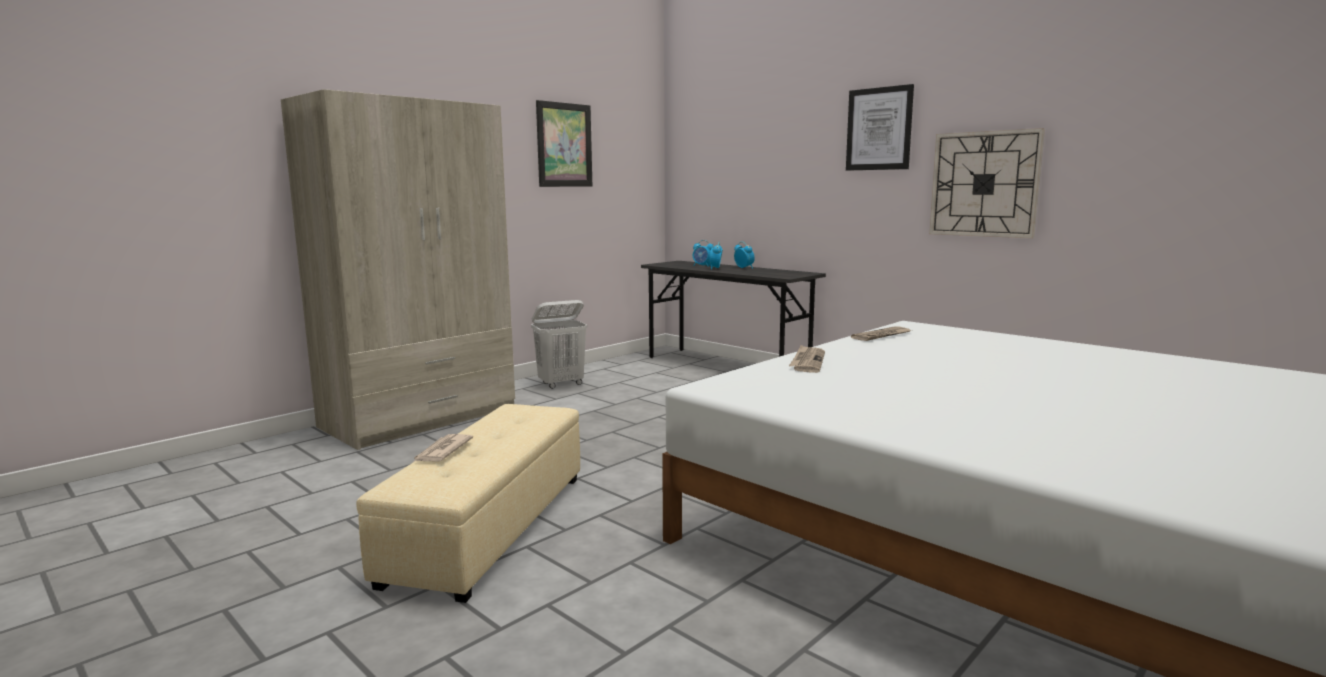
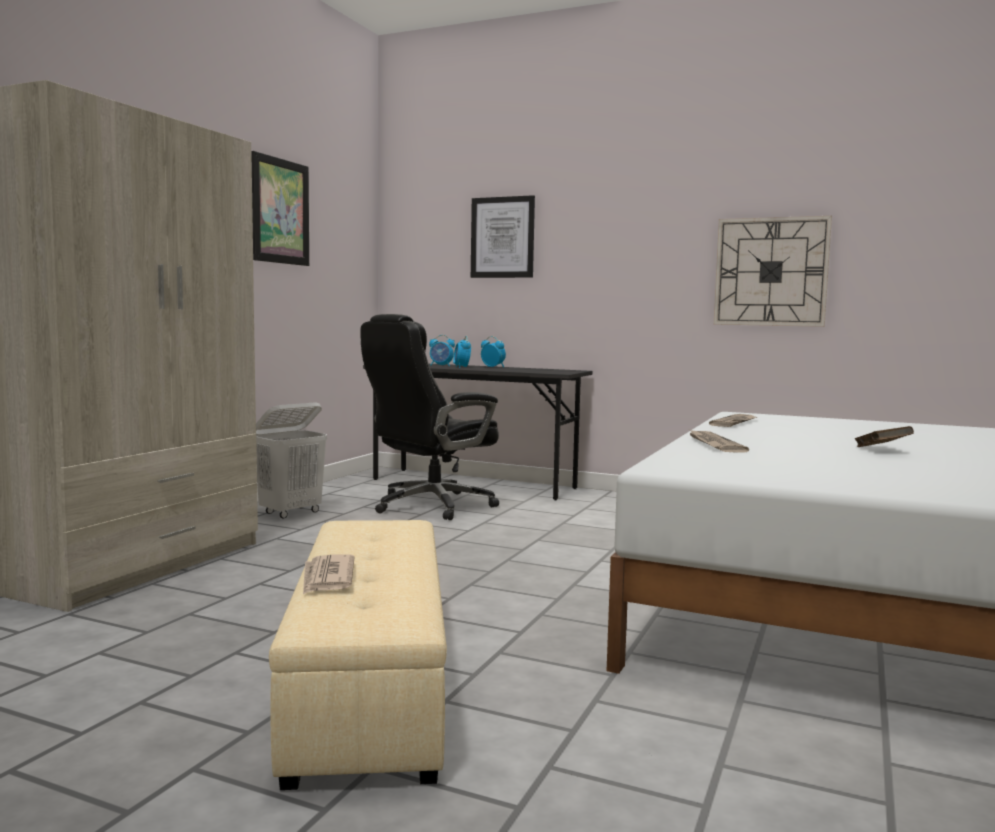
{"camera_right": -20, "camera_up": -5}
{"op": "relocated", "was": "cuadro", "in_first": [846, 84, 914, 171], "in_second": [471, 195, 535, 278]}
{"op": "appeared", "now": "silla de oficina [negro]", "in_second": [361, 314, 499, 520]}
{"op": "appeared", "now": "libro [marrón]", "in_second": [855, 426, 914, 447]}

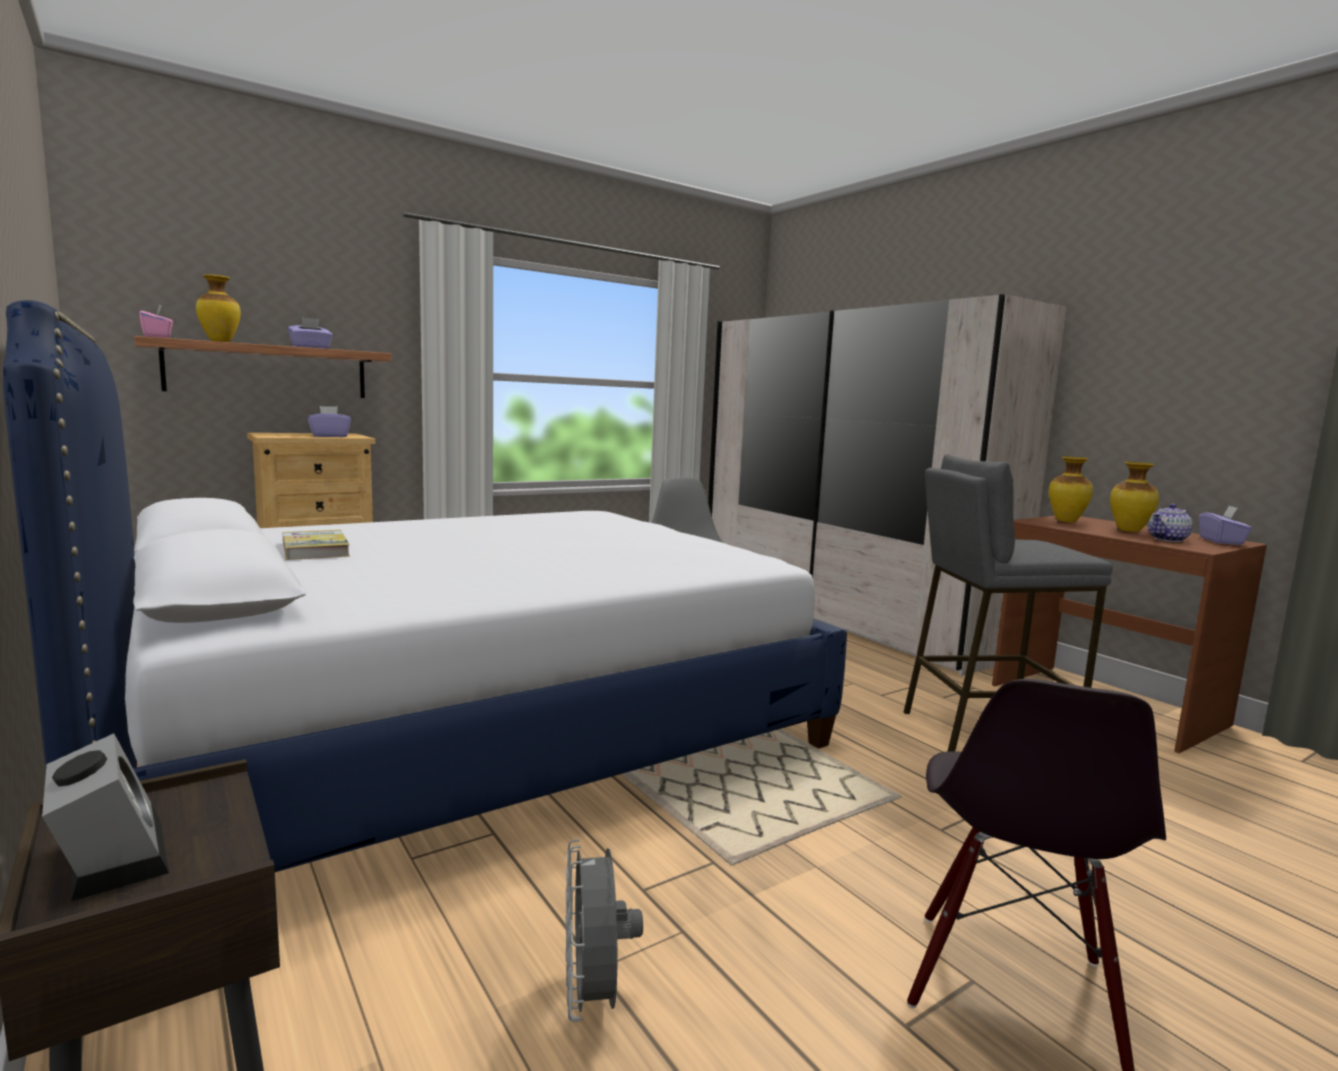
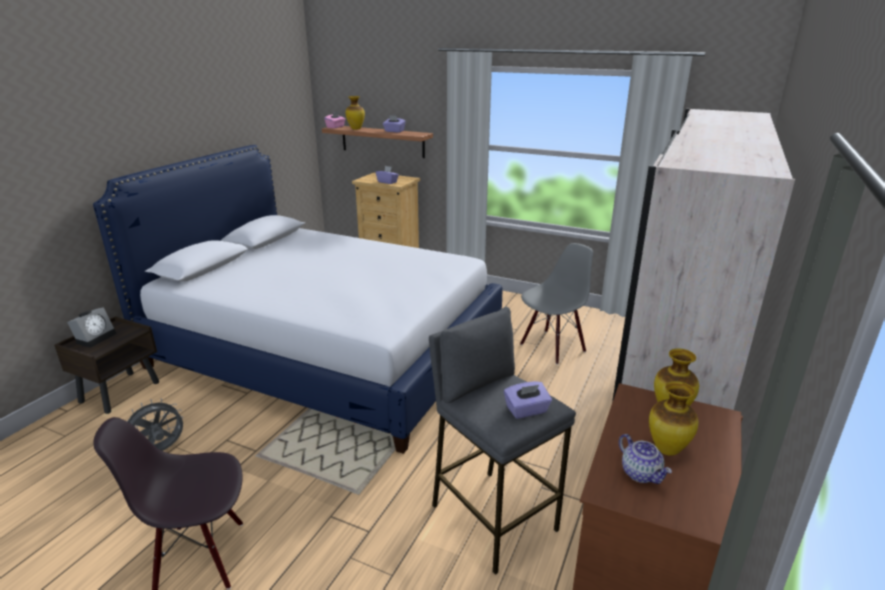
{"camera_right": 60, "camera_up": 15}
{"op": "spun", "was": "tetera", "in_first": [1148, 504, 1193, 542], "in_second": [619, 434, 672, 484], "clockwise": -150}
{"op": "relocated", "was": "caja de pañuelos [morado]", "in_first": [1199, 506, 1252, 545], "in_second": [504, 381, 552, 419]}
{"op": "missing", "was": "libro", "in_first": [282, 530, 350, 560]}

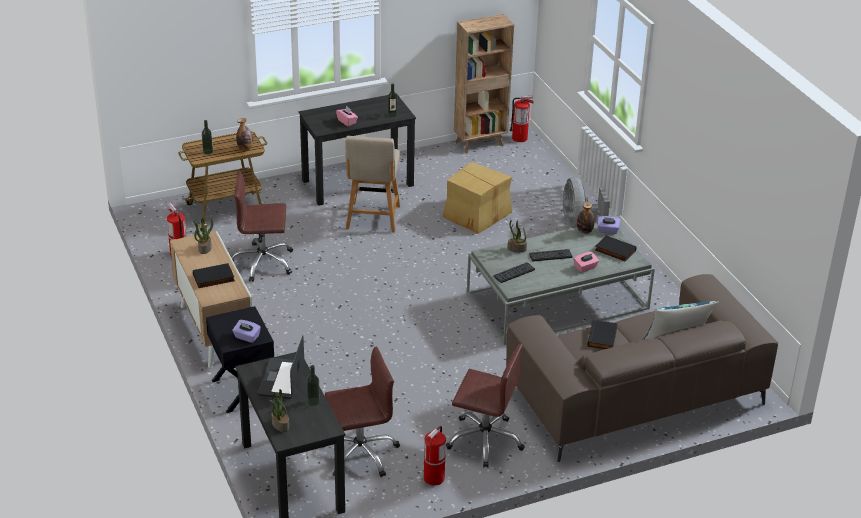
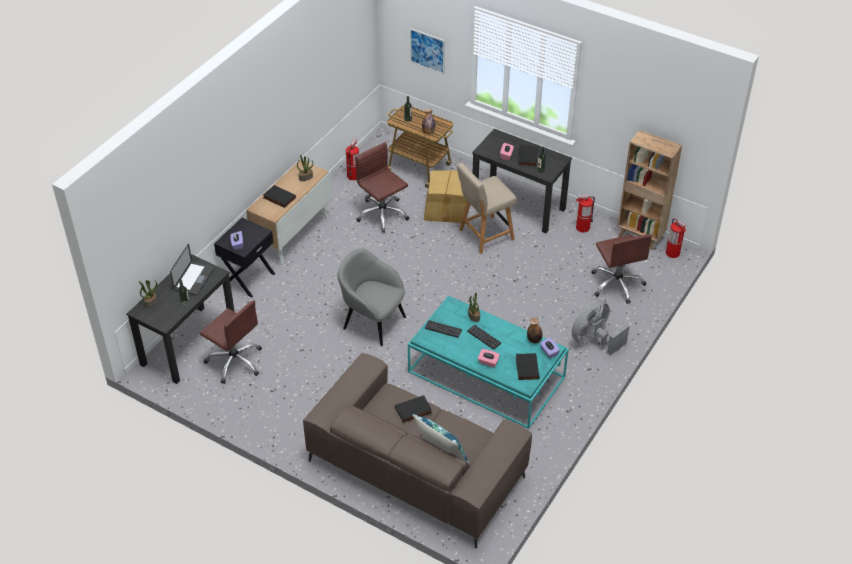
{"camera_right": 55, "camera_up": 10}
{"op": "relocated", "was": "caja de cartón", "in_first": [442, 162, 512, 234], "in_second": [424, 170, 467, 223]}
{"op": "colour", "was": "mesa de centro [gris]", "now": "mesa de centro [turquesa]", "in_first": [467, 223, 655, 345], "in_second": [408, 296, 569, 429]}
{"op": "spun", "was": "portátil", "in_first": [258, 335, 304, 399], "in_second": [170, 244, 214, 296], "clockwise": 135}
{"op": "relocated", "was": "silla de oficina [marrón]", "in_first": [446, 344, 525, 468], "in_second": [592, 234, 652, 304]}
{"op": "relocated", "was": "extintor", "in_first": [424, 426, 446, 486], "in_second": [576, 195, 595, 233]}
{"op": "appeared", "now": "cuadro", "in_second": [410, 28, 445, 74]}
{"op": "appeared", "now": "libro [negro]", "in_second": [518, 145, 537, 166]}
{"op": "appeared", "now": "sillón [gris]", "in_second": [338, 249, 406, 346]}

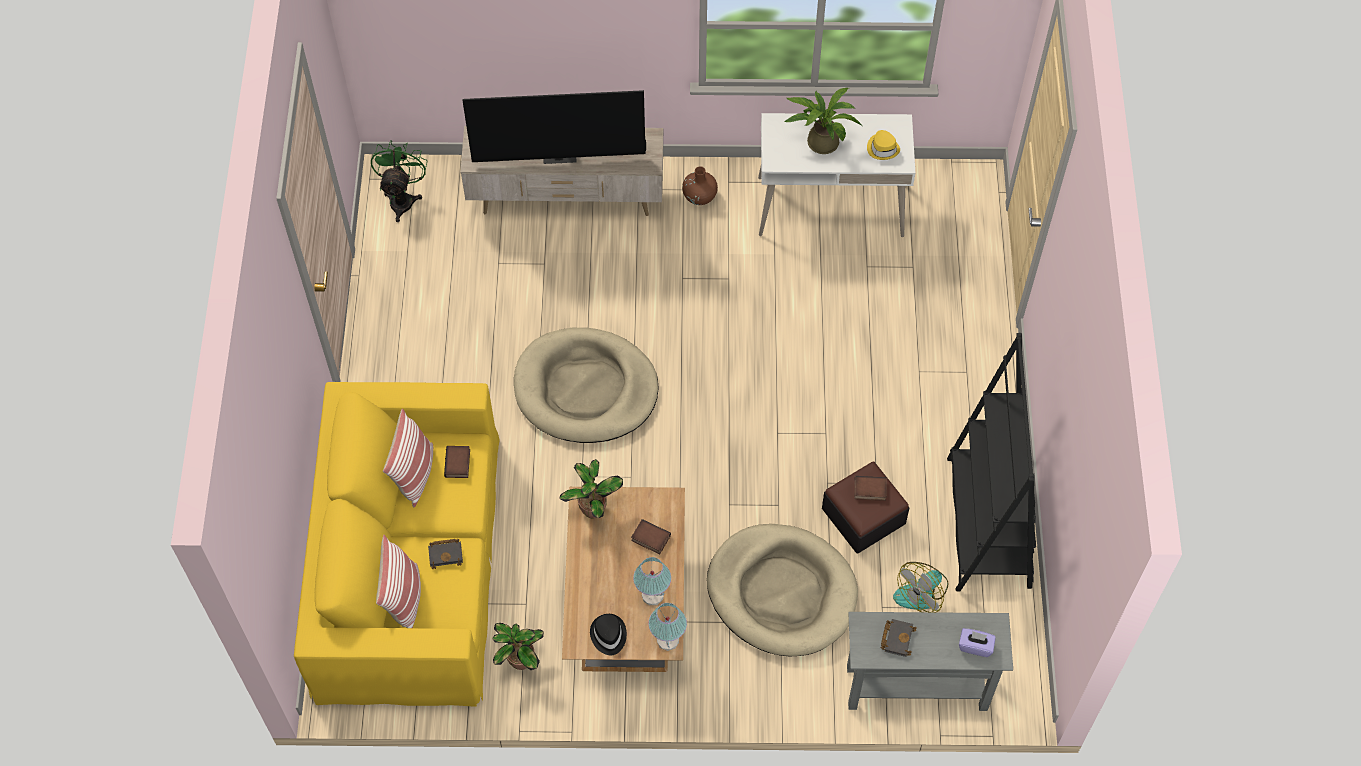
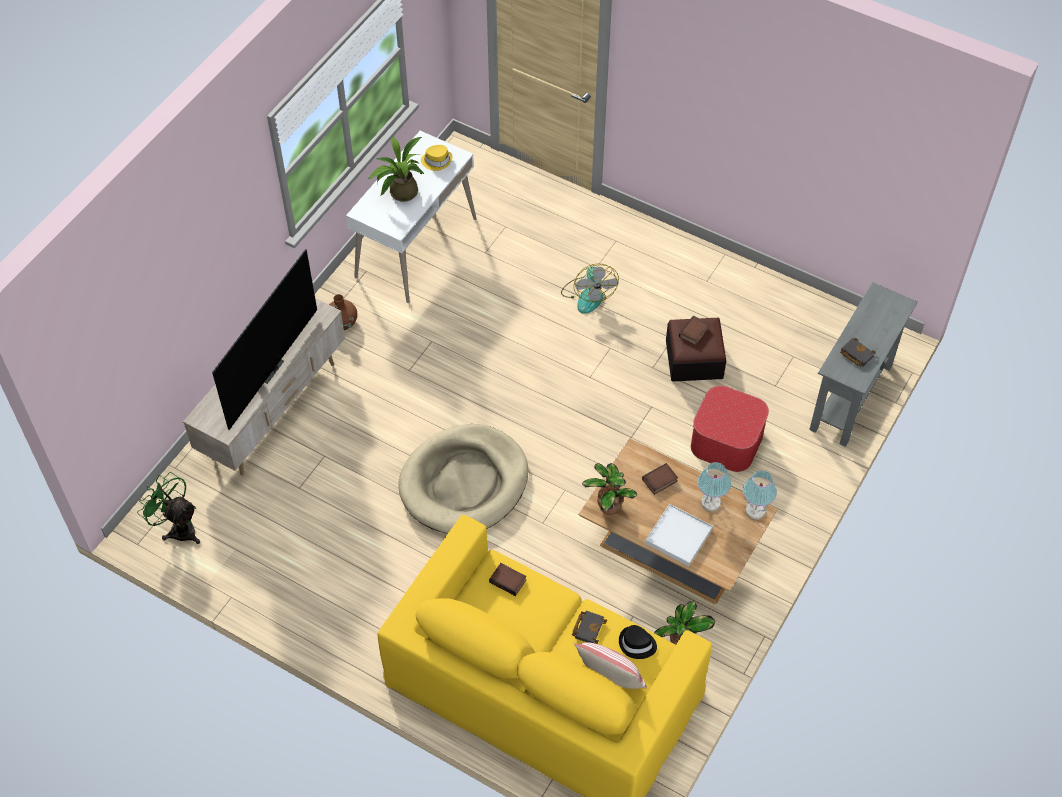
{"camera_right": -60, "camera_up": -5}
{"op": "missing", "was": "estantería [negro]", "in_first": [947, 333, 1036, 592]}
{"op": "missing", "was": "cojín", "in_first": [383, 409, 433, 507]}
{"op": "exchanged", "was": "cama para perro [beis]", "now": "puf", "in_first": [707, 524, 858, 656], "in_second": [691, 386, 769, 472]}
{"op": "relocated", "was": "ventilador", "in_first": [893, 562, 948, 612], "in_second": [561, 263, 619, 314]}
{"op": "relocated", "was": "sombrero [negro]", "in_first": [590, 614, 627, 655], "in_second": [619, 625, 657, 659]}
{"op": "missing", "was": "caja de pañuelos [morado]", "in_first": [959, 628, 996, 657]}
{"op": "appeared", "now": "bandeja [blanco]", "in_second": [645, 504, 713, 566]}

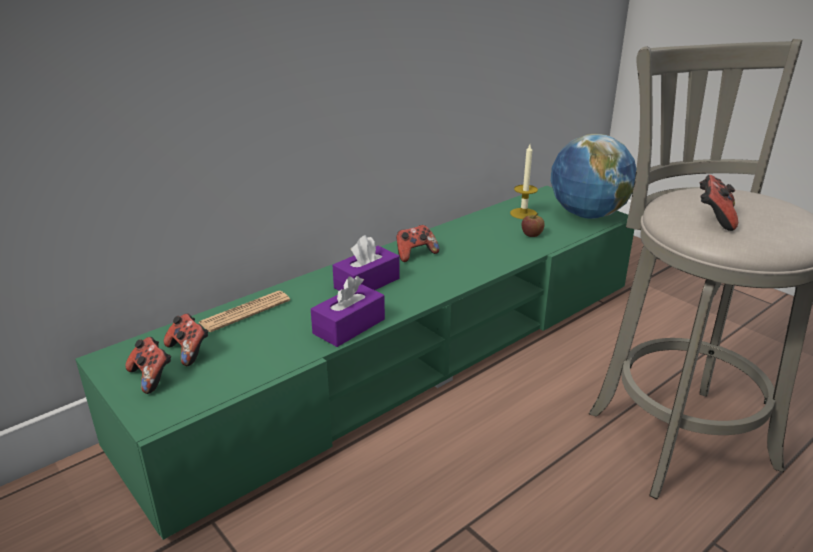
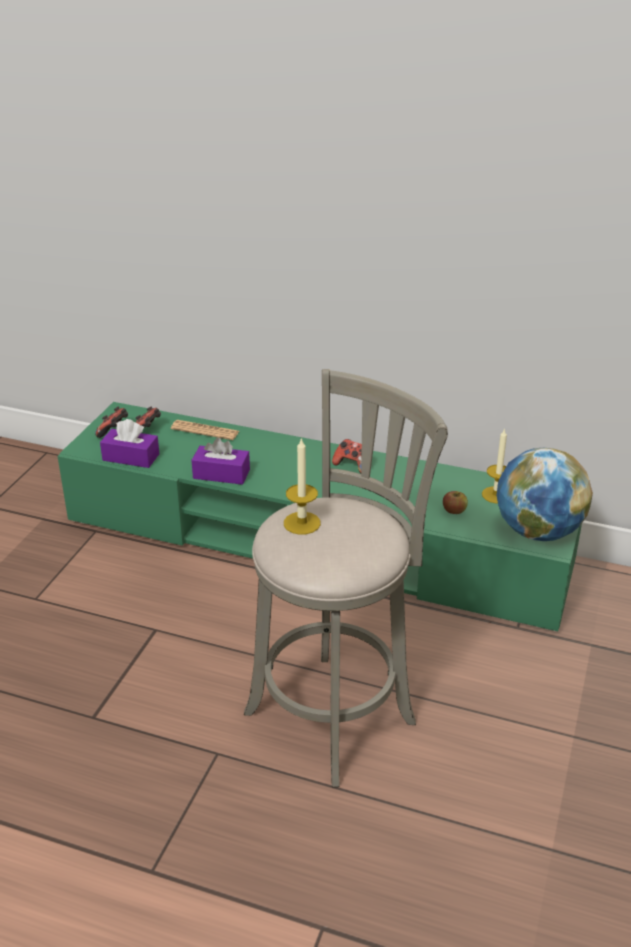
{"camera_right": 60, "camera_up": 5}
{"op": "exchanged", "was": "mando de consola", "now": "vela", "in_first": [700, 175, 738, 231], "in_second": [284, 437, 321, 535]}
{"op": "relocated", "was": "caja de pañuelos [morado]", "in_first": [333, 235, 400, 291], "in_second": [100, 419, 159, 468]}

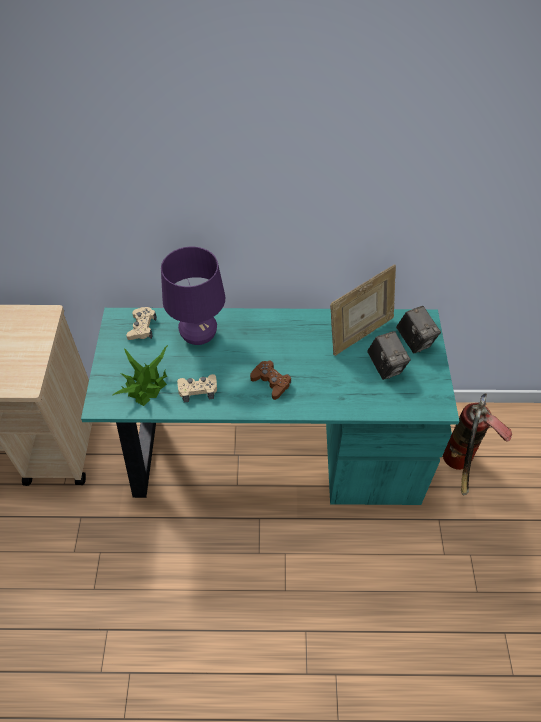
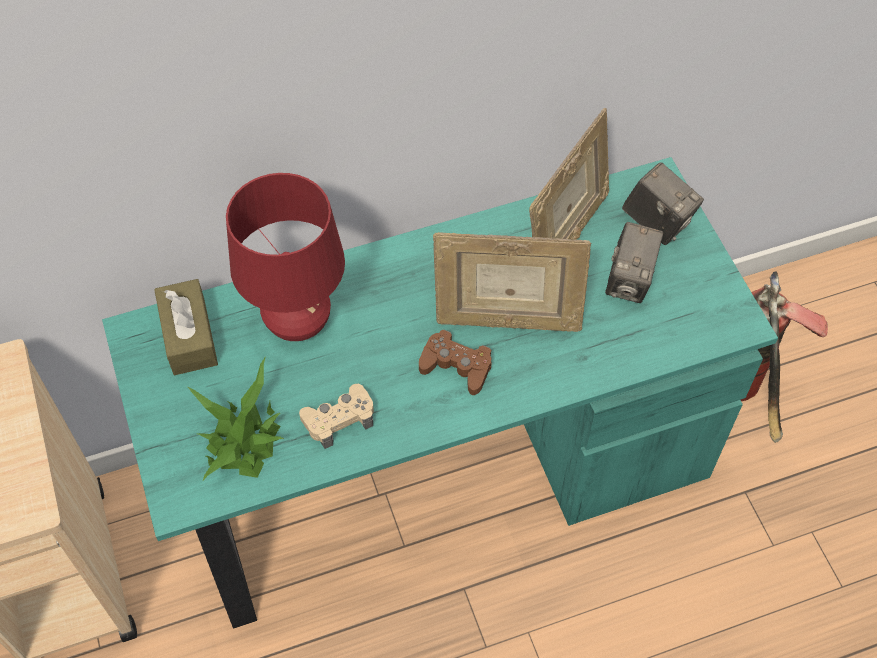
{"camera_right": -20, "camera_up": 5}
{"op": "colour", "was": "lámpara de mesa [morado]", "now": "lámpara de mesa [rojo]", "in_first": [161, 247, 225, 345], "in_second": [226, 173, 345, 341]}
{"op": "exchanged", "was": "mando de consola [beis]", "now": "caja de pañuelos [marrón]", "in_first": [126, 307, 157, 340], "in_second": [154, 279, 218, 375]}
{"op": "spun", "was": "cámara", "in_first": [367, 331, 411, 380], "in_second": [605, 222, 664, 303], "clockwise": 60}
{"op": "appeared", "now": "portarretratos", "in_second": [433, 232, 591, 332]}

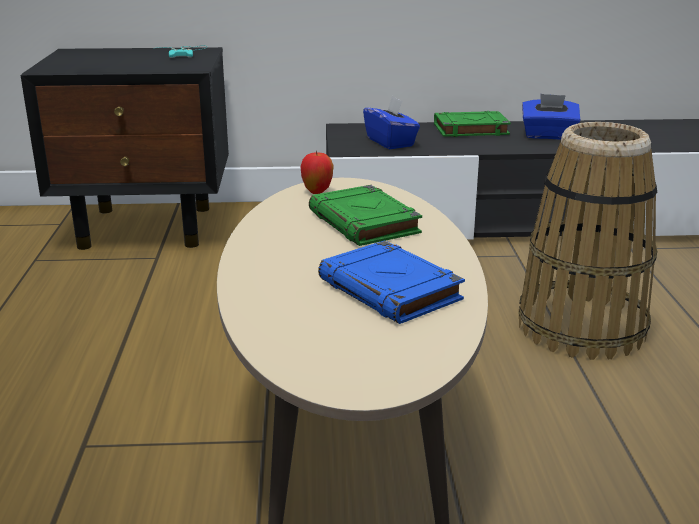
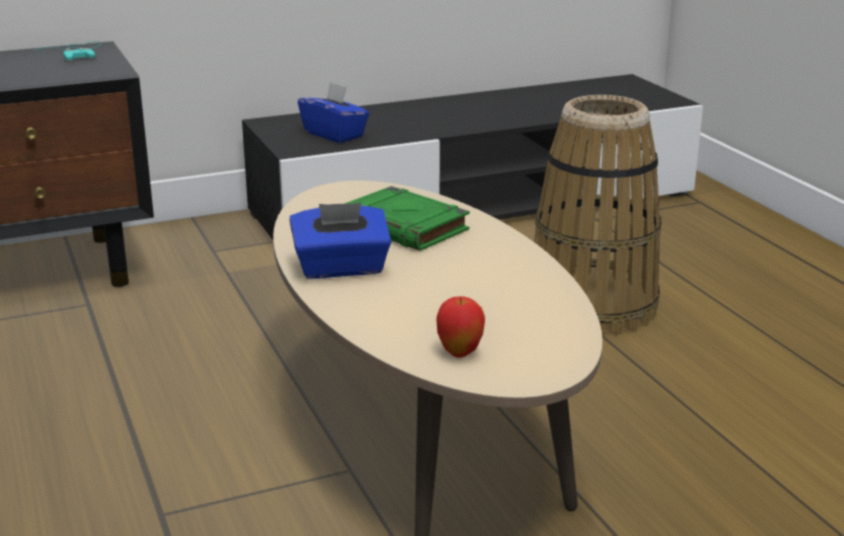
{"camera_right": -20, "camera_up": 0}
{"op": "relocated", "was": "caja de pañuelos [azul]", "in_first": [522, 94, 581, 140], "in_second": [289, 203, 391, 279]}
{"op": "missing", "was": "libro [verde]", "in_first": [434, 111, 511, 137]}
{"op": "relocated", "was": "manzana", "in_first": [300, 151, 333, 194], "in_second": [436, 297, 485, 358]}
{"op": "missing", "was": "libro [azul]", "in_first": [318, 240, 465, 324]}

